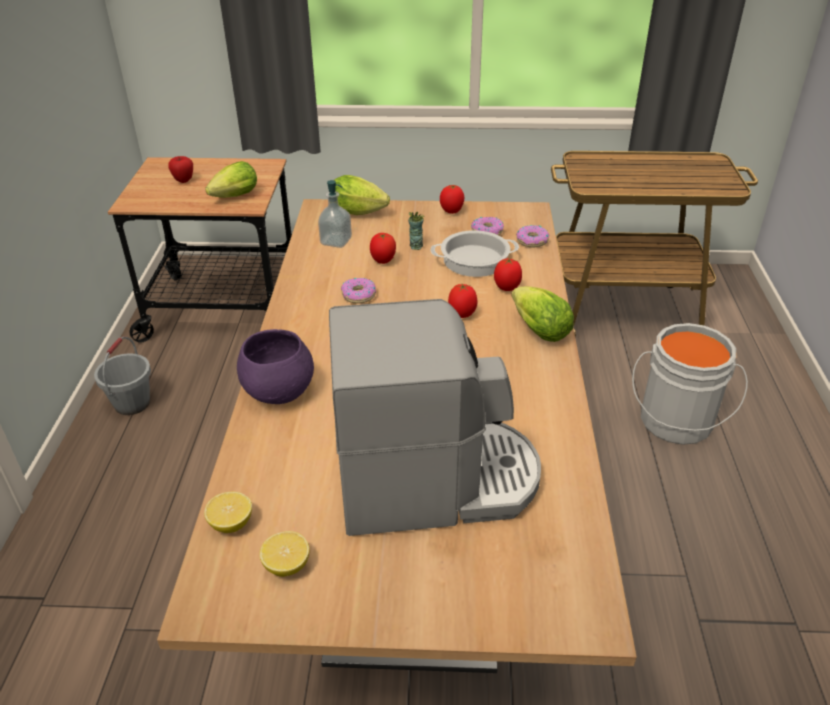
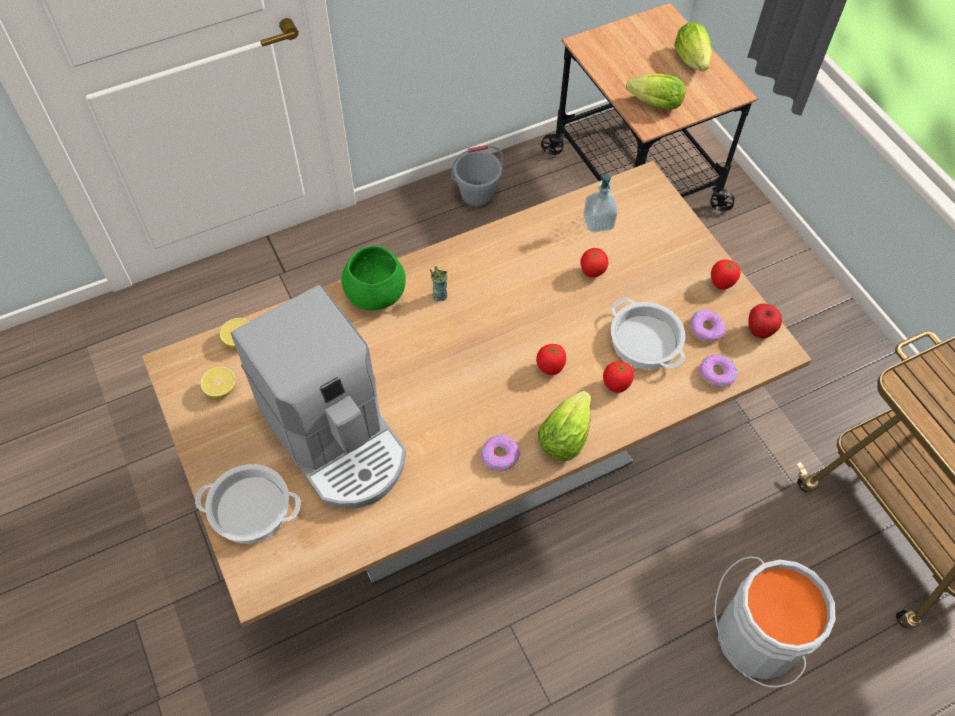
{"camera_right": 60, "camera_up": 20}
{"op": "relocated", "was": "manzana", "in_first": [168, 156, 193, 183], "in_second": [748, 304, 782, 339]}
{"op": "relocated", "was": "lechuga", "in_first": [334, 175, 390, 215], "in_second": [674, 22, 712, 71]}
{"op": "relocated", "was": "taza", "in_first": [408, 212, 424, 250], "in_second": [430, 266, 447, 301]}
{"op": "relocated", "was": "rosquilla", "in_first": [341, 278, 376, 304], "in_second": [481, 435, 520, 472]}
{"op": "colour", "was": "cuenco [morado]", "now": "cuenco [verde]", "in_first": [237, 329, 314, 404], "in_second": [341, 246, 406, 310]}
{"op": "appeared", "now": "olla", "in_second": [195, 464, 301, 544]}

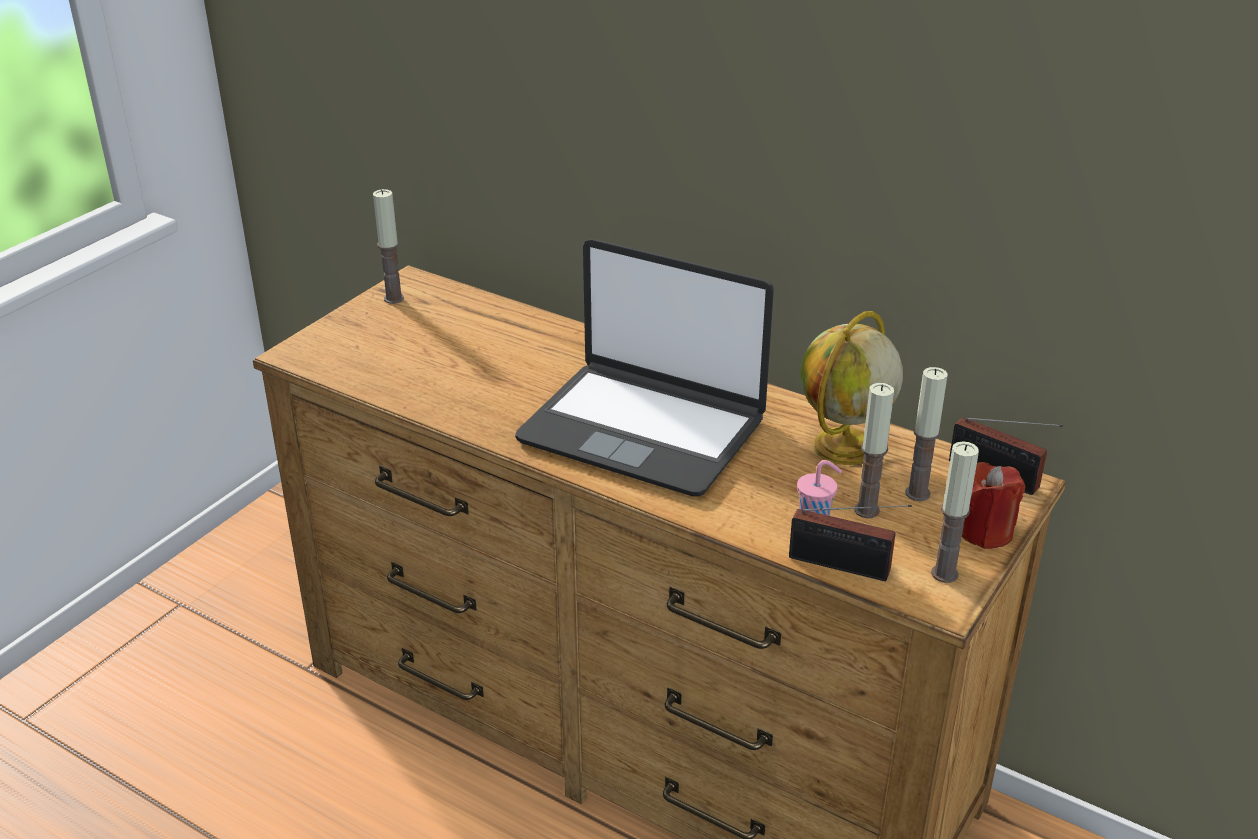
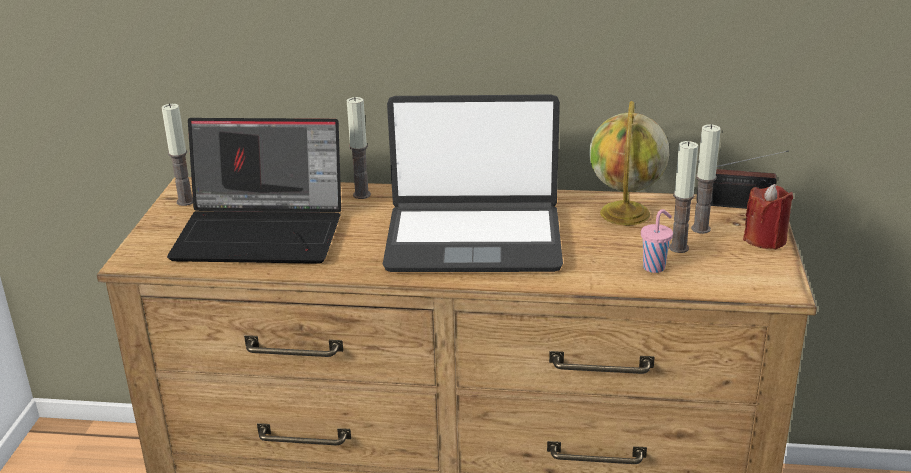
{"camera_right": -25, "camera_up": -5}
{"op": "relocated", "was": "vela", "in_first": [931, 441, 979, 583], "in_second": [347, 97, 371, 199]}
{"op": "missing", "was": "radio", "in_first": [789, 505, 912, 581]}
{"op": "appeared", "now": "portátil", "in_second": [167, 118, 341, 264]}

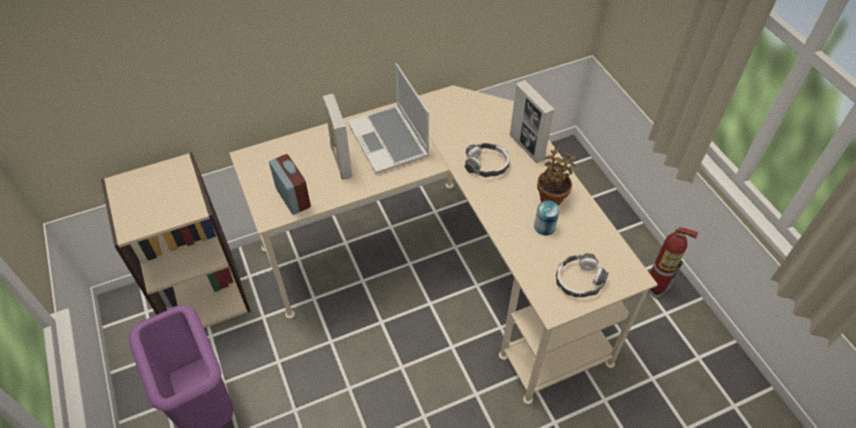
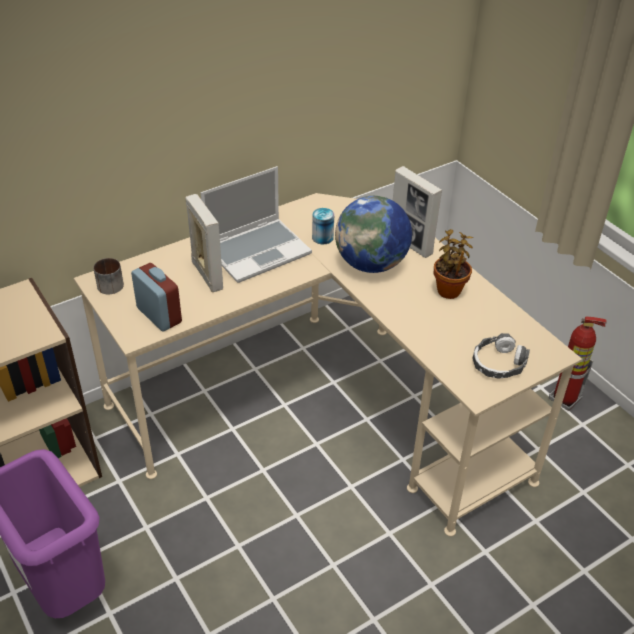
{"camera_right": -10, "camera_up": -10}
{"op": "spun", "was": "portátil", "in_first": [348, 63, 430, 174], "in_second": [201, 166, 312, 283], "clockwise": -90}
{"op": "exchanged", "was": "auriculares", "now": "globo terráqueo", "in_first": [465, 143, 510, 177], "in_second": [335, 196, 412, 273]}
{"op": "relocated", "was": "lata", "in_first": [534, 201, 560, 236], "in_second": [312, 208, 334, 244]}
{"op": "appeared", "now": "taza grande", "in_second": [93, 258, 124, 294]}

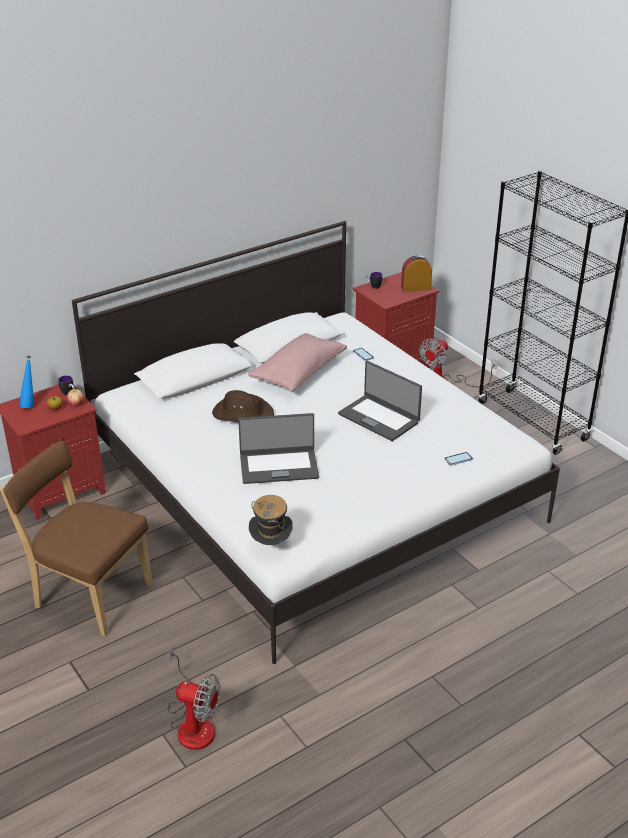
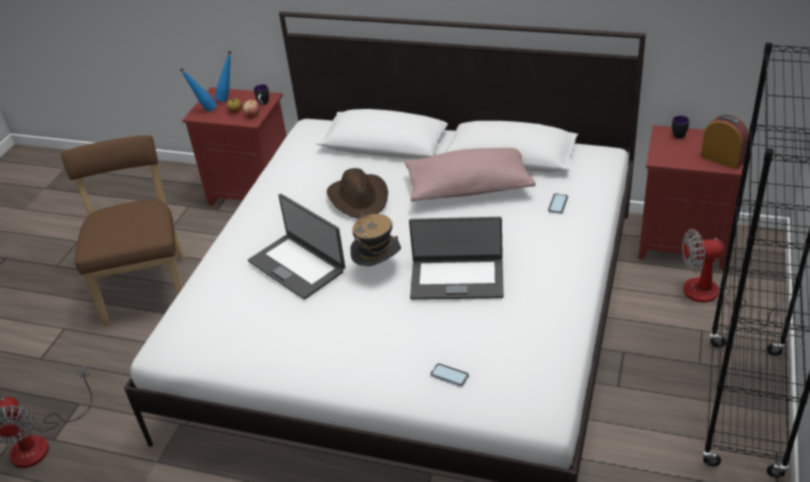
{"camera_right": 55, "camera_up": 5}
{"op": "spun", "was": "portátil", "in_first": [338, 361, 422, 441], "in_second": [409, 217, 504, 300], "clockwise": -90}
{"op": "relocated", "was": "sombrero", "in_first": [249, 495, 293, 545], "in_second": [350, 212, 401, 266]}
{"op": "appeared", "now": "botella [azul]", "in_second": [180, 68, 217, 112]}

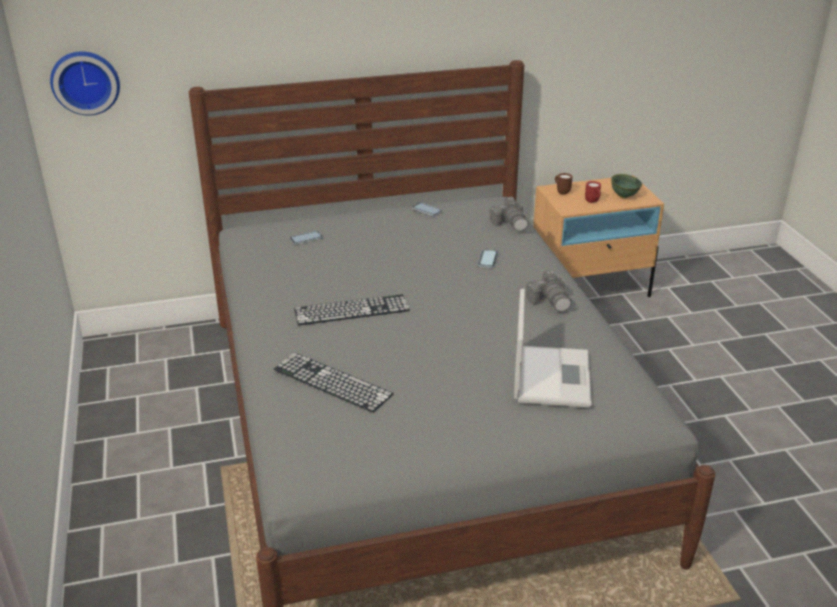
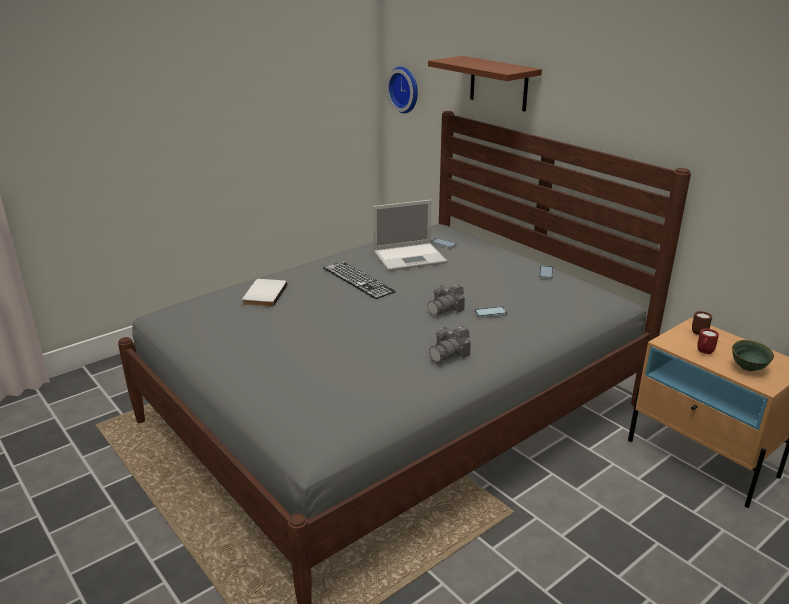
{"camera_right": 65, "camera_up": -5}
{"op": "relocated", "was": "cámara", "in_first": [489, 197, 528, 231], "in_second": [427, 284, 465, 315]}
{"op": "relocated", "was": "portátil", "in_first": [514, 289, 592, 408], "in_second": [372, 200, 448, 271]}
{"op": "exchanged", "was": "teclado", "now": "libro [blanco]", "in_first": [274, 353, 394, 412], "in_second": [242, 279, 287, 307]}
{"op": "appeared", "now": "estante [marrón]", "in_second": [428, 56, 542, 112]}

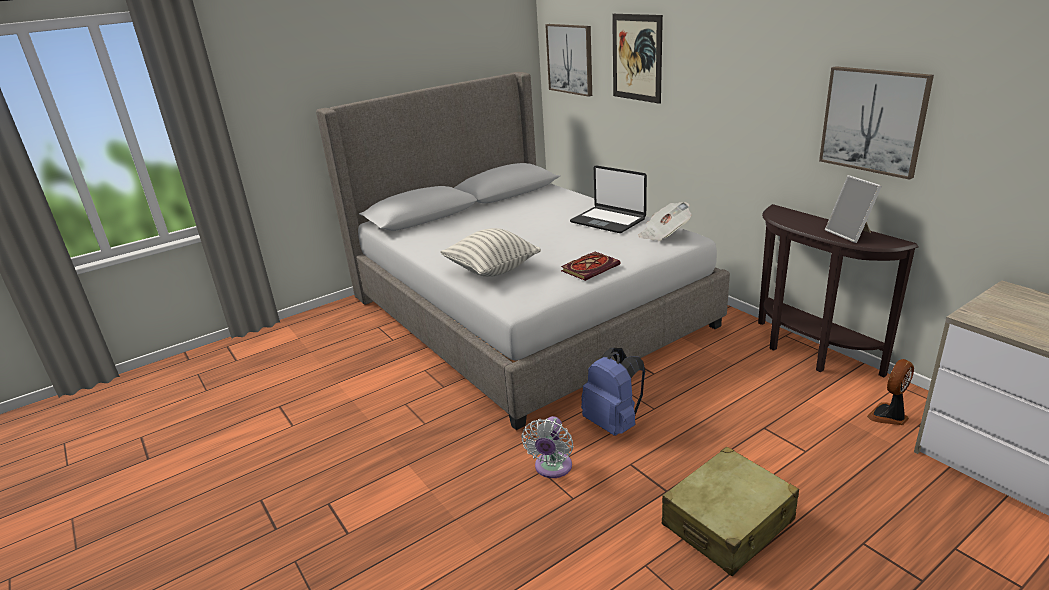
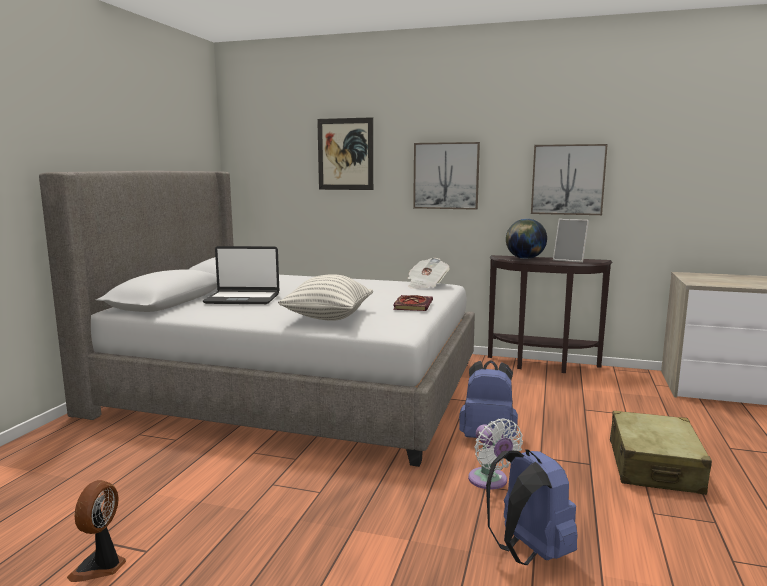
{"camera_right": -40, "camera_up": -15}
{"op": "relocated", "was": "cuadro", "in_first": [545, 24, 592, 97], "in_second": [413, 142, 480, 210]}
{"op": "relocated", "was": "portátil", "in_first": [570, 165, 647, 233], "in_second": [203, 246, 279, 304]}
{"op": "relocated", "was": "ventilador", "in_first": [867, 359, 914, 425], "in_second": [67, 480, 126, 582]}
{"op": "appeared", "now": "globo terráqueo", "in_second": [506, 219, 547, 259]}
{"op": "appeared", "now": "mochila [azul]", "in_second": [486, 449, 577, 565]}

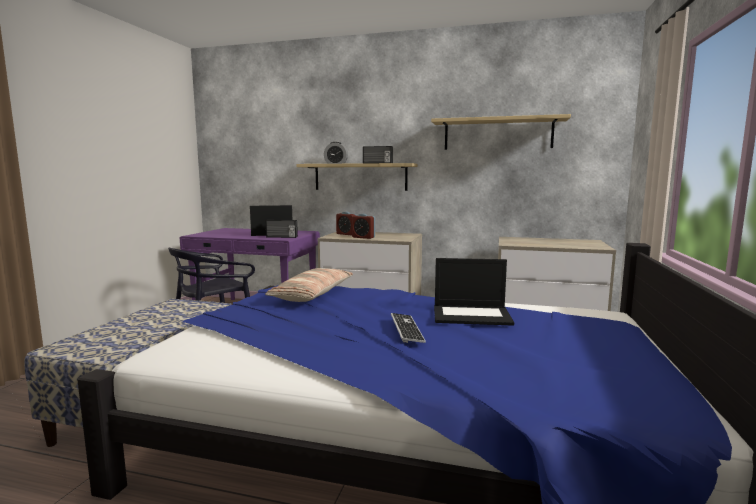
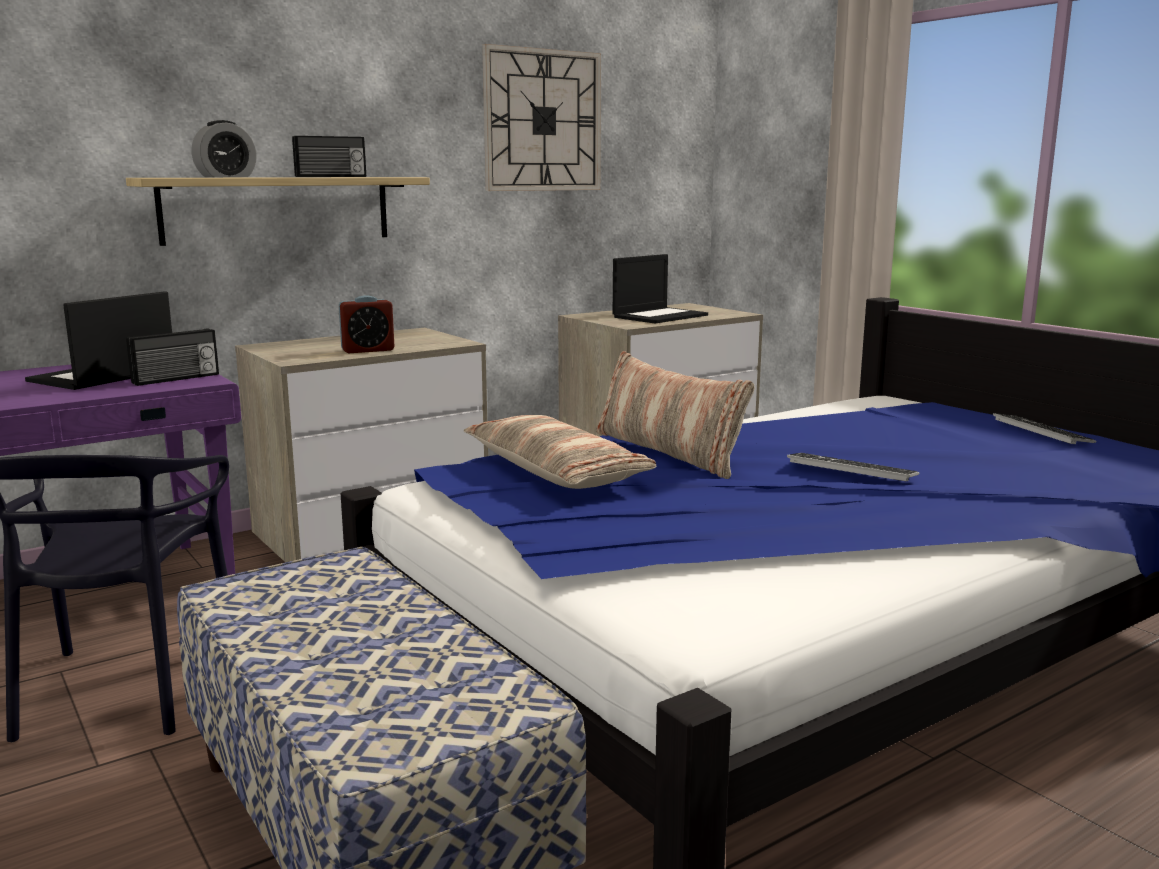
{"camera_right": -50, "camera_up": 5}
{"op": "exchanged", "was": "estante", "now": "reloj de pared", "in_first": [431, 114, 571, 150], "in_second": [482, 44, 601, 191]}
{"op": "missing", "was": "despertador", "in_first": [336, 212, 357, 235]}
{"op": "relocated", "was": "portátil", "in_first": [434, 258, 514, 326], "in_second": [613, 254, 708, 324]}
{"op": "appeared", "now": "cojín", "in_second": [596, 351, 755, 479]}
{"op": "appeared", "now": "teclado", "in_second": [993, 413, 1096, 444]}

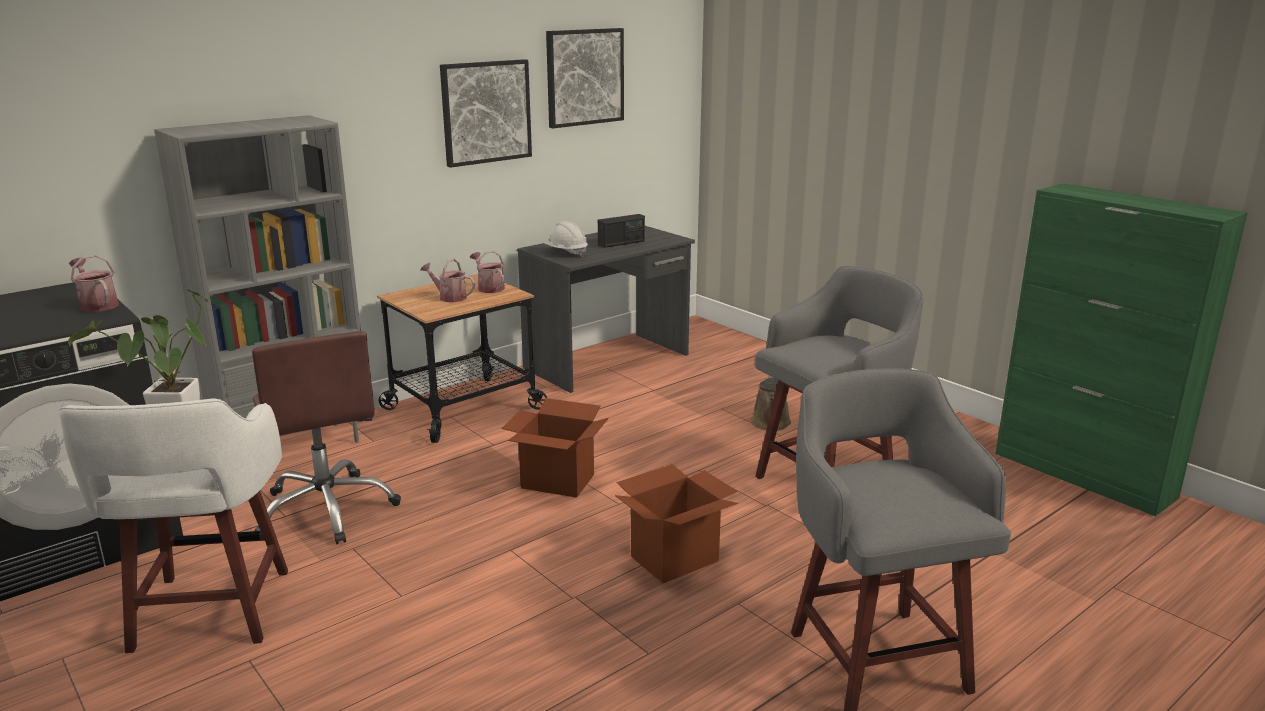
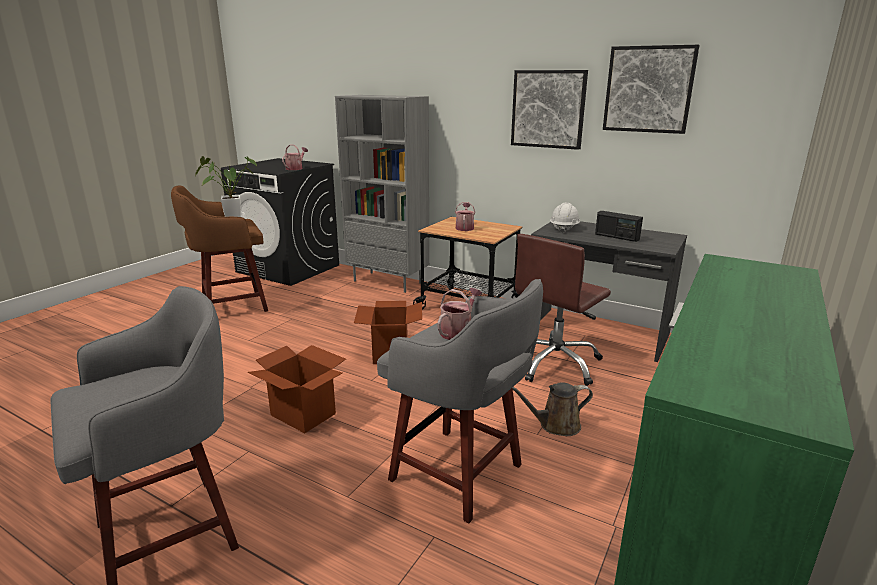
{"camera_right": 70, "camera_up": 0}
{"op": "relocated", "was": "regadera", "in_first": [470, 251, 505, 293], "in_second": [437, 288, 482, 340]}
{"op": "relocated", "was": "silla de oficina [marrón]", "in_first": [252, 331, 401, 544], "in_second": [515, 234, 611, 386]}
{"op": "colour", "was": "taburete [blanco]", "now": "taburete [marrón]", "in_first": [60, 398, 288, 653], "in_second": [171, 185, 268, 312]}

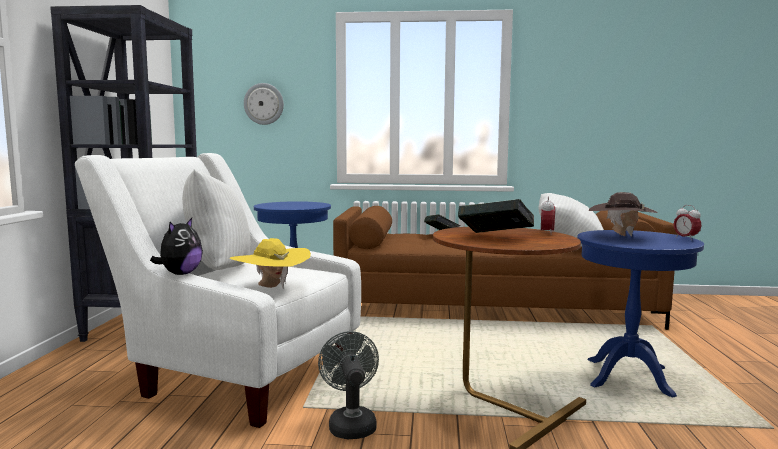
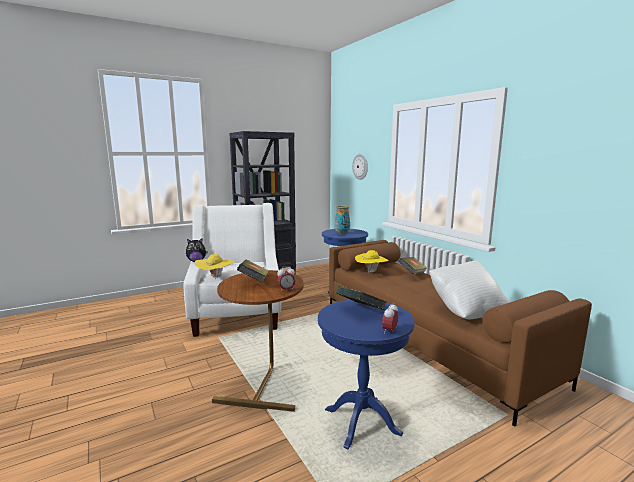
{"camera_right": 55, "camera_up": 5}
{"op": "missing", "was": "cojín [blanco]", "in_first": [182, 169, 251, 270]}
{"op": "exchanged", "was": "sombrero [marrón]", "now": "libro", "in_first": [589, 192, 658, 237], "in_second": [336, 286, 387, 310]}
{"op": "missing", "was": "ventilador [gris]", "in_first": [318, 331, 379, 439]}
{"op": "appeared", "now": "florero", "in_second": [334, 205, 350, 235]}
{"op": "appeared", "now": "sombrero [amarillo]", "in_second": [355, 250, 389, 273]}

